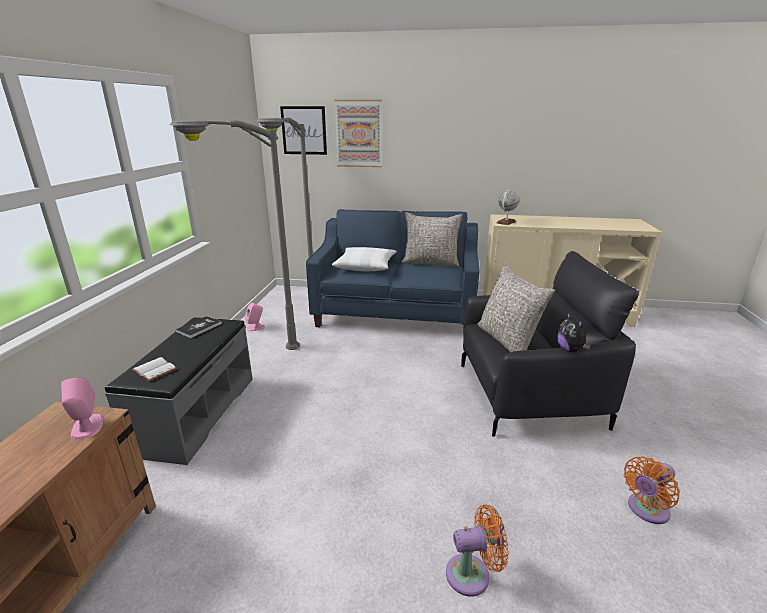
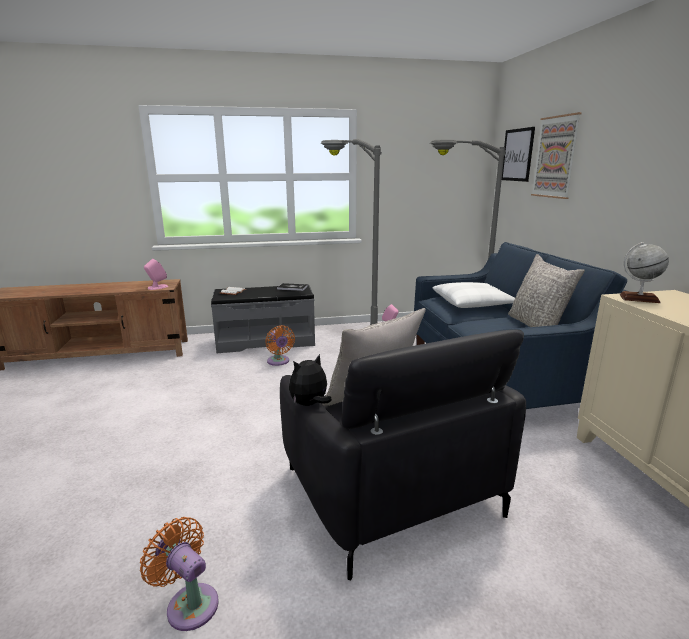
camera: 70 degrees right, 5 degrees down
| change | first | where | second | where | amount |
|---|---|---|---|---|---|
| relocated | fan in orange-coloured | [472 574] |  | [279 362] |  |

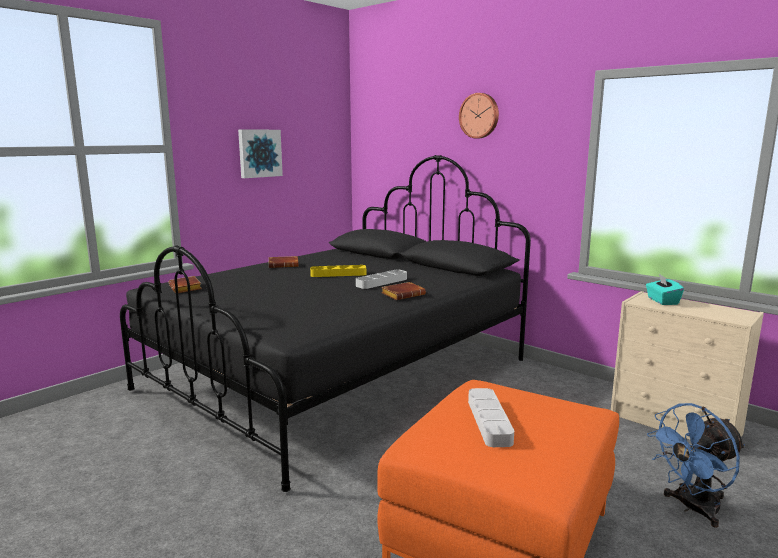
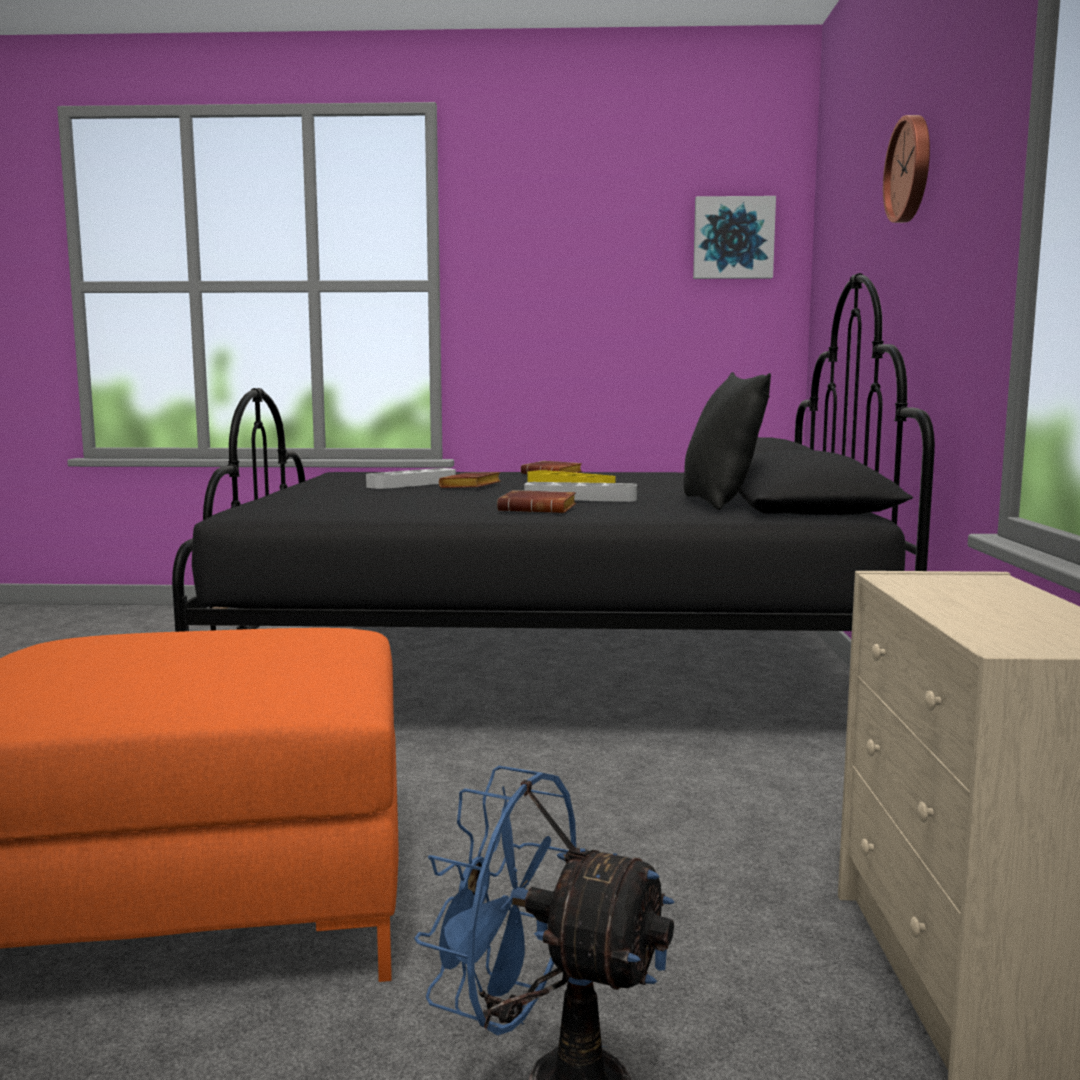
camera: 50 degrees right, 5 degrees down
| change | first | where | second | where | amount |
|---|---|---|---|---|---|
| relocated | volume in brownish | [186 288] |  | [471 487] |  |
| relocated | wall art | [259 153] |  | [733 238] |  |
| relocated | serving tray in grey | [489 421] |  | [412 484] |  |
| missing | tissue holder in turquoise-coloured | [662 301] |  |  |  |
| appeared |  |  | pillow in black | [718 503] |  |

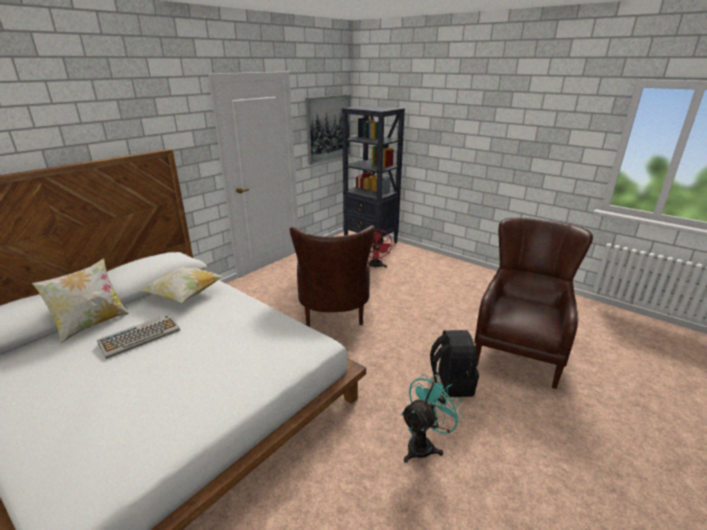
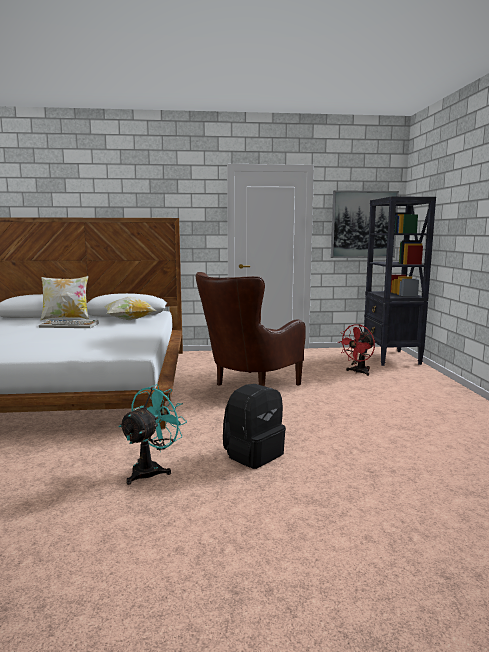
camera: 45 degrees right, 15 degrees down
| change | first | where | second | where | amount |
|---|---|---|---|---|---|
| spun | fan in turquoise-coloured | [424 444] |  | [151 469] | 60 degrees counterclockwise |
| missing | armchair in brownish | [518 350] |  |  |  |

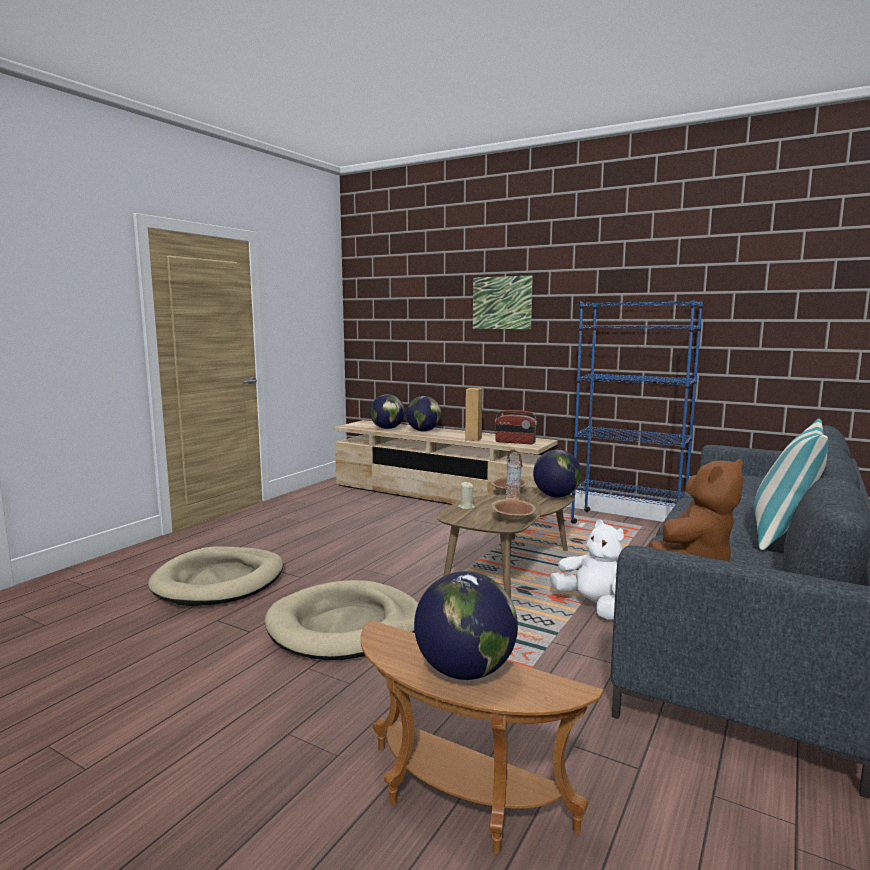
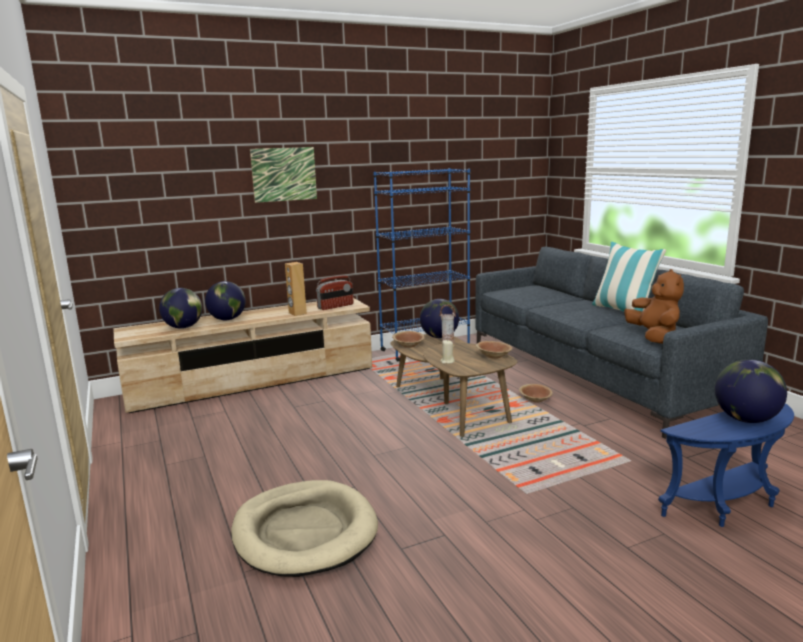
camera: 55 degrees left, 5 degrees up
| change | first | where | second | where | amount |
|---|---|---|---|---|---|
| missing | dog cushion in beige | [346 626] |  |  |  |
| colour | accent table in brownish | [458 803] | accent table in blue | [728 505] |  |
| exchanged | plush toy in white | [593 606] | deep dish in brownish | [535 400] |  |

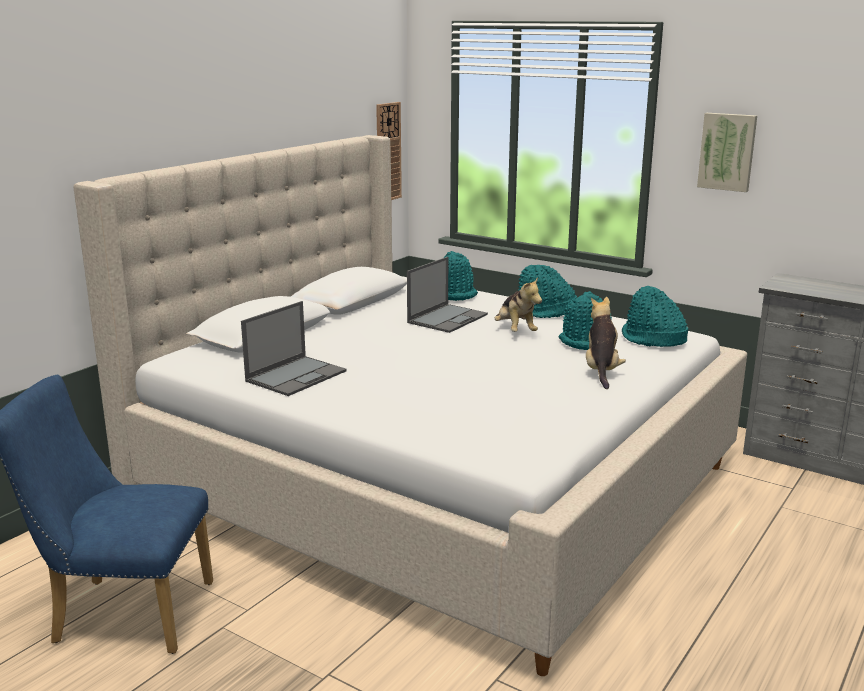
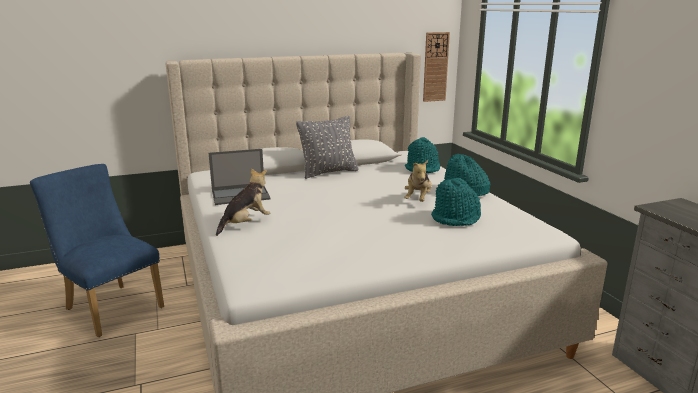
camera: 35 degrees right, 0 degrees up
| change | first | where | second | where | amount |
|---|---|---|---|---|---|
| missing | portable computer | [448 318] |  |  |  |
| relocated | plush toy | [601 371] |  | [245 224] |  |
| missing | wearable hat in turquoise-coloured | [652 339] |  |  |  |
| missing | wall art | [727 151] |  |  |  |
| appeared |  |  | pillow in grey | [328 172] |  |

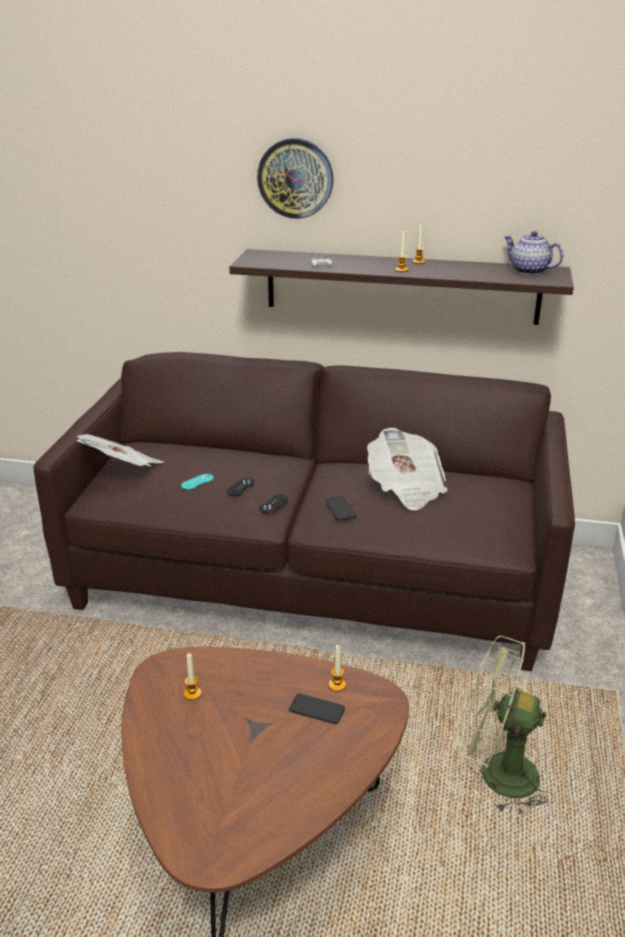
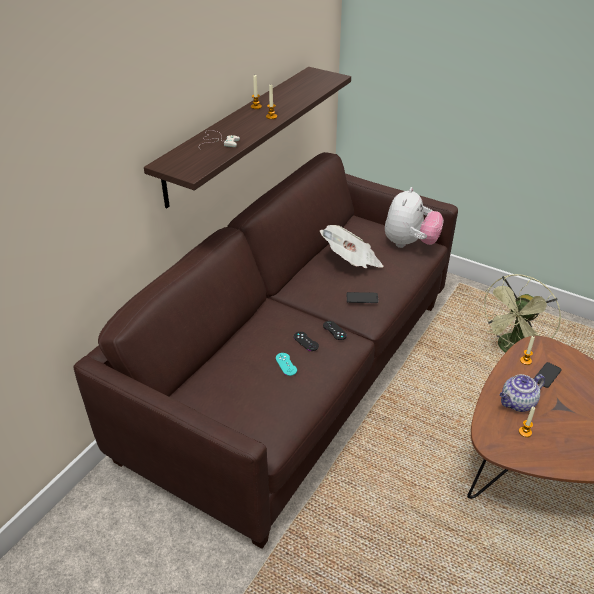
camera: 70 degrees left, 10 degrees up
| change | first | where | second | where | amount |
|---|---|---|---|---|---|
| missing | newspaper | [122 470] |  |  |  |
| missing | clock on the wall | [295 178] |  |  |  |
| relocated | teapot | [528 271] |  | [517 403] |  |
| appeared |  |  | plush toy | [409 243] |  |

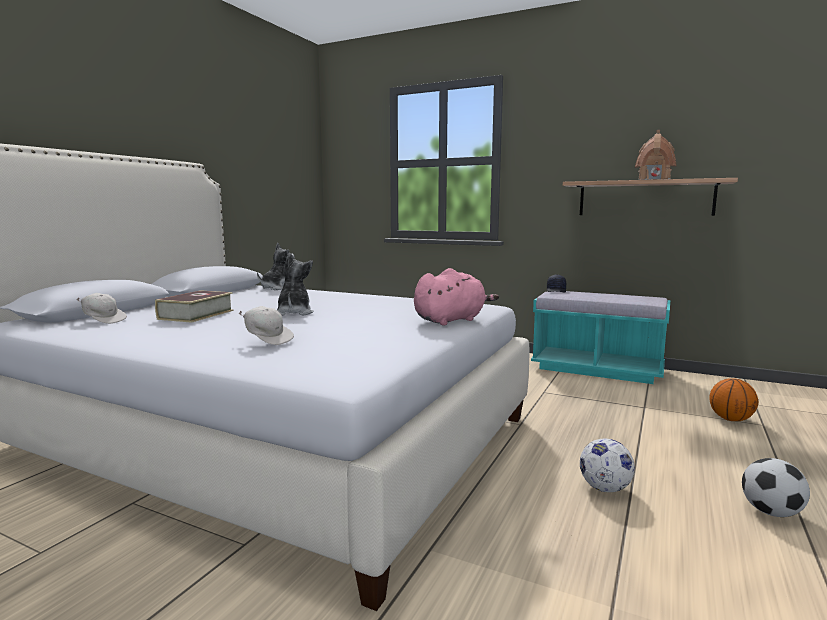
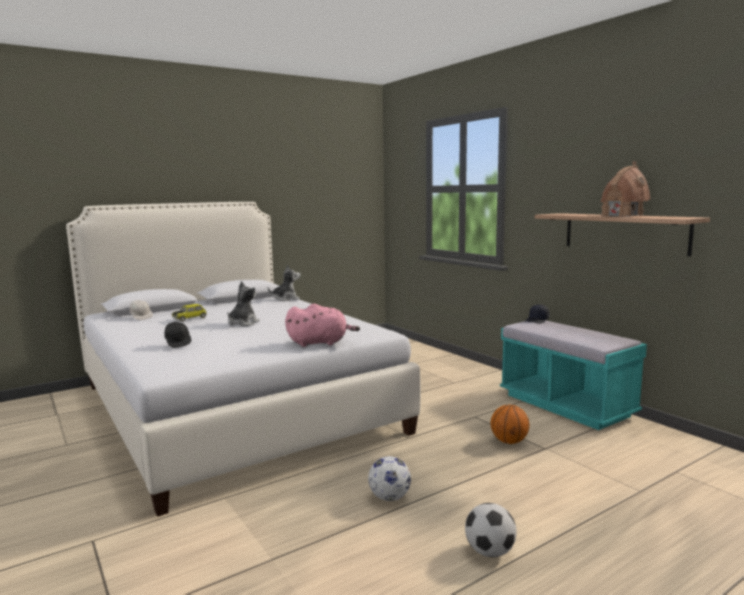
camera: 30 degrees right, 0 degrees up
| change | first | where | second | where | amount |
|---|---|---|---|---|---|
| exchanged | volume | [196 315] | miniature car | [189 318] |  |
| colour | peaked cap in white | [268 339] | peaked cap in black | [178 343] |  |
| relocated | basketball | [730 419] |  | [509 441] |  |

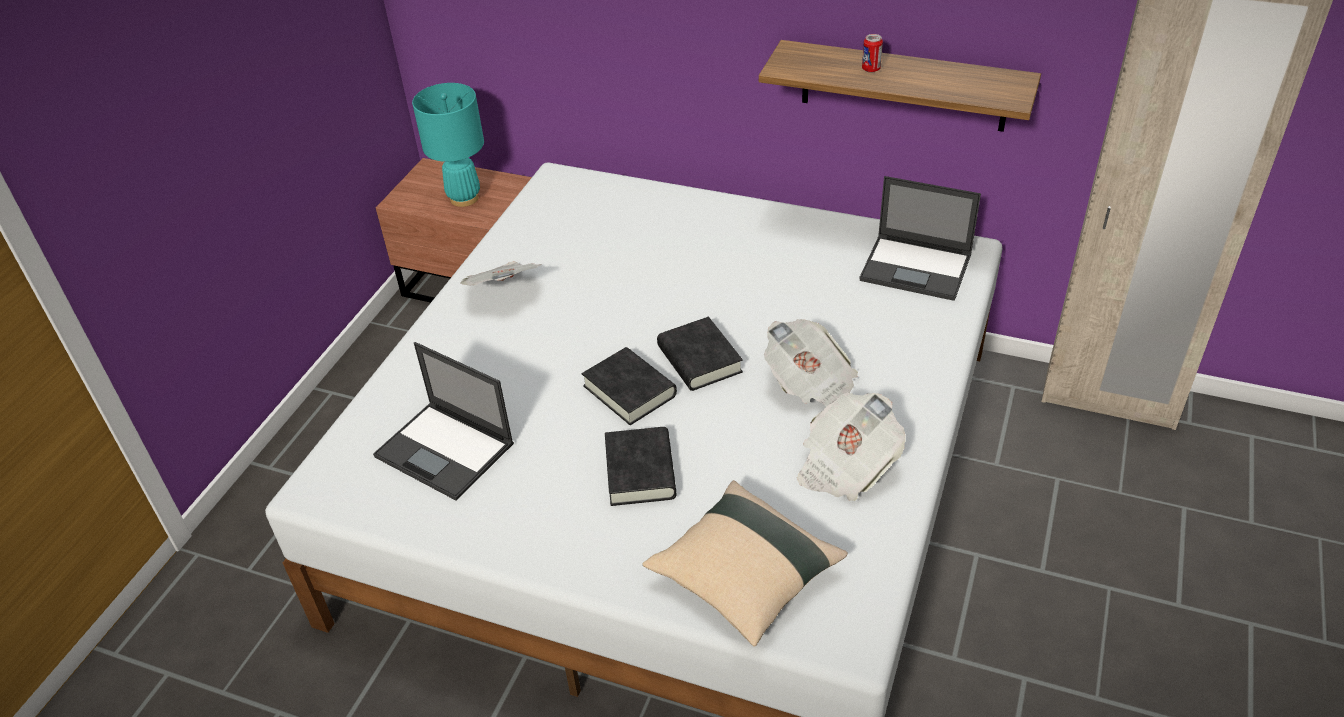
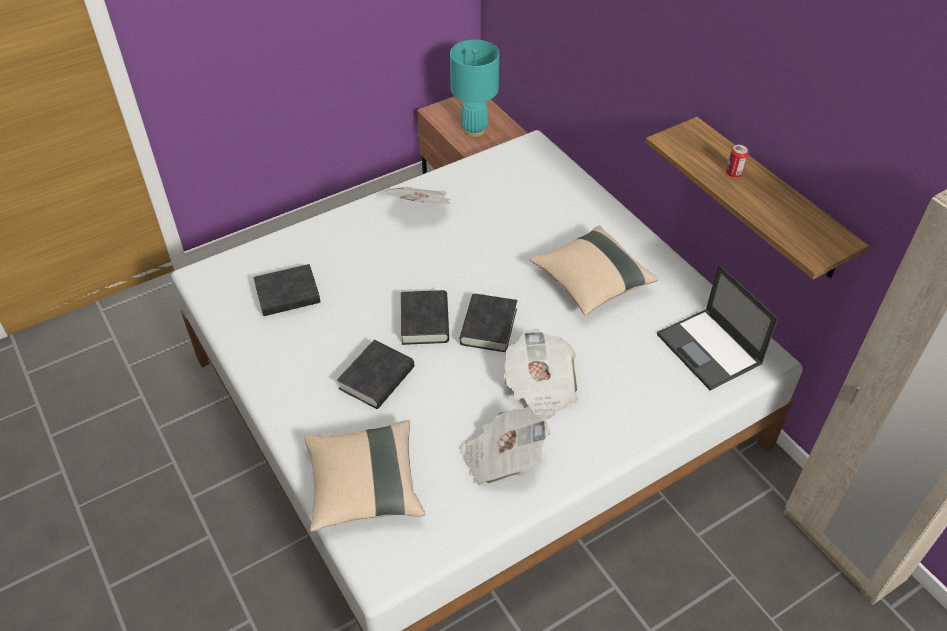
camera: 35 degrees right, 5 degrees up
| change | first | where | second | where | amount |
|---|---|---|---|---|---|
| exchanged | portable computer | [446 450] | volume in black | [288 295] |  |
| appeared |  |  | pillow in beige | [591 283] |  |

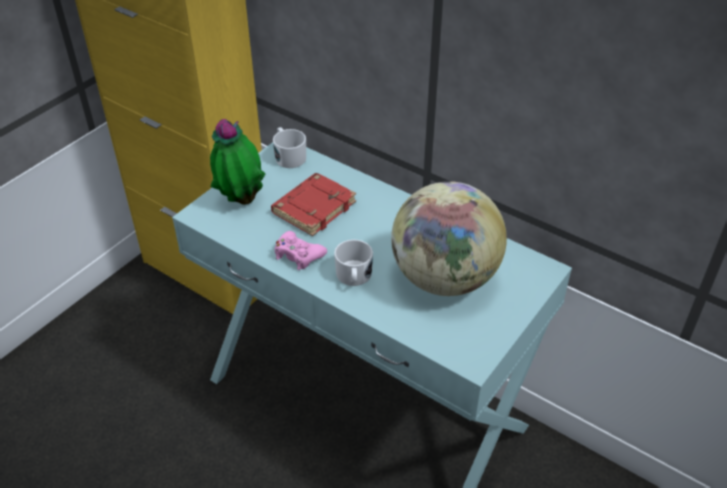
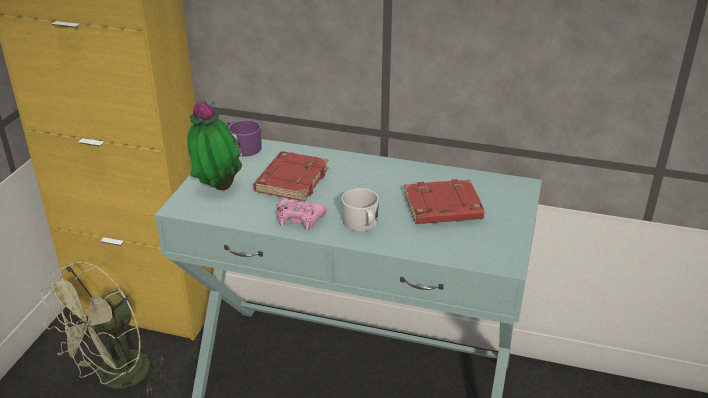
camera: 20 degrees left, 10 degrees down
| change | first | where | second | where | amount |
|---|---|---|---|---|---|
| colour | mug in white | [289 156] | mug in purple | [243 147] |  |
| exchanged | globe | [444 278] | volume in reddish | [442 209] |  |
| appeared |  |  | fan in greenish | [116 379] |  |

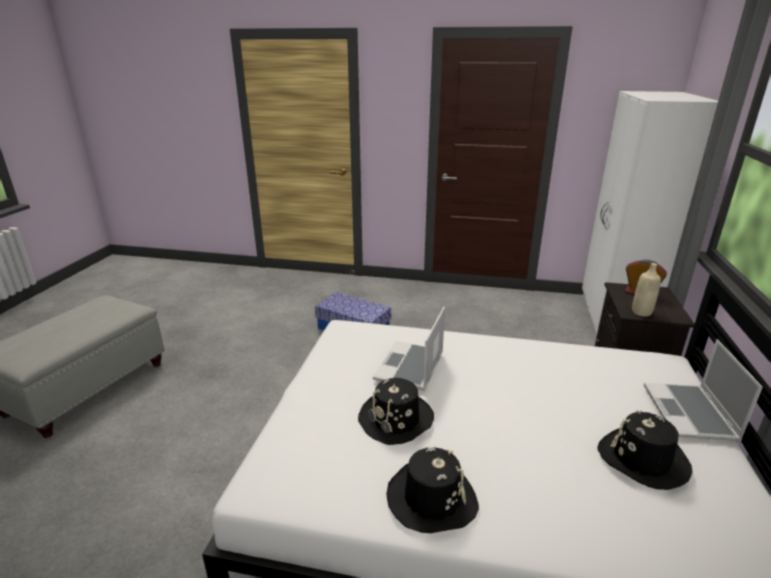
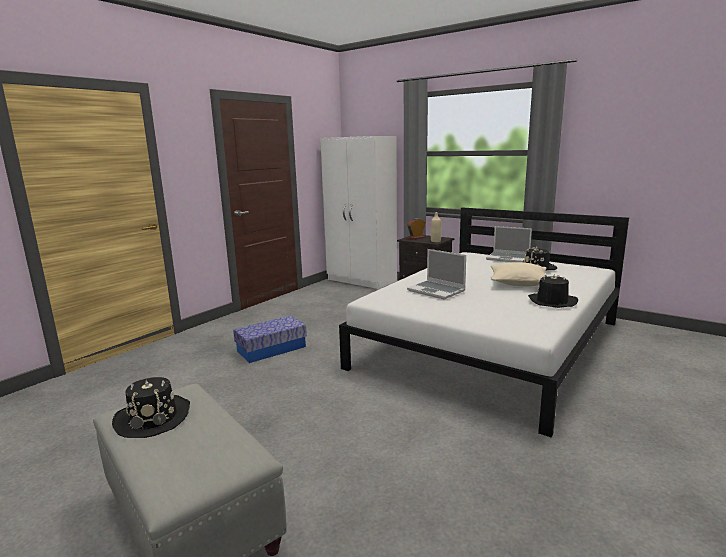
camera: 65 degrees left, 10 degrees down
| change | first | where | second | where | amount |
|---|---|---|---|---|---|
| relocated | wearable hat in black | [396 419] |  | [153 417] |  |
| appeared |  |  | pillow in beige | [519 283] |  |

